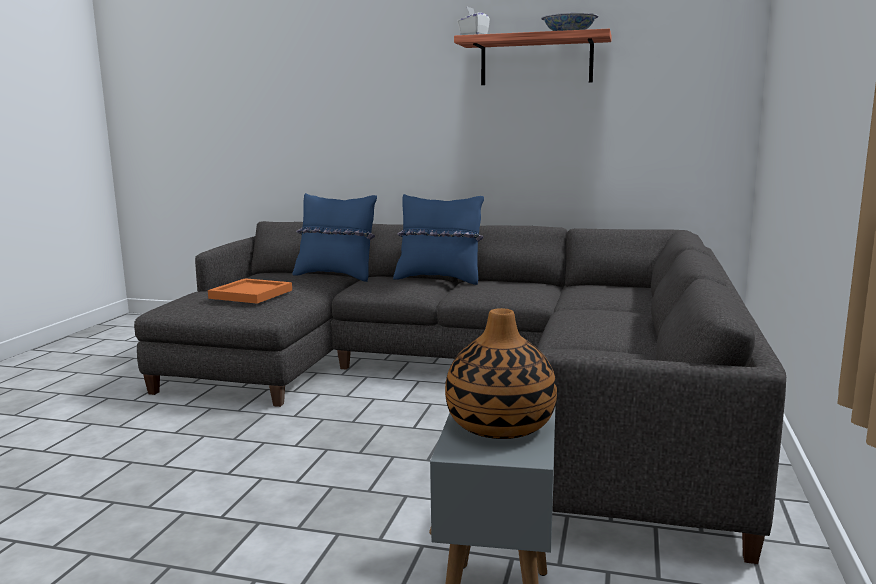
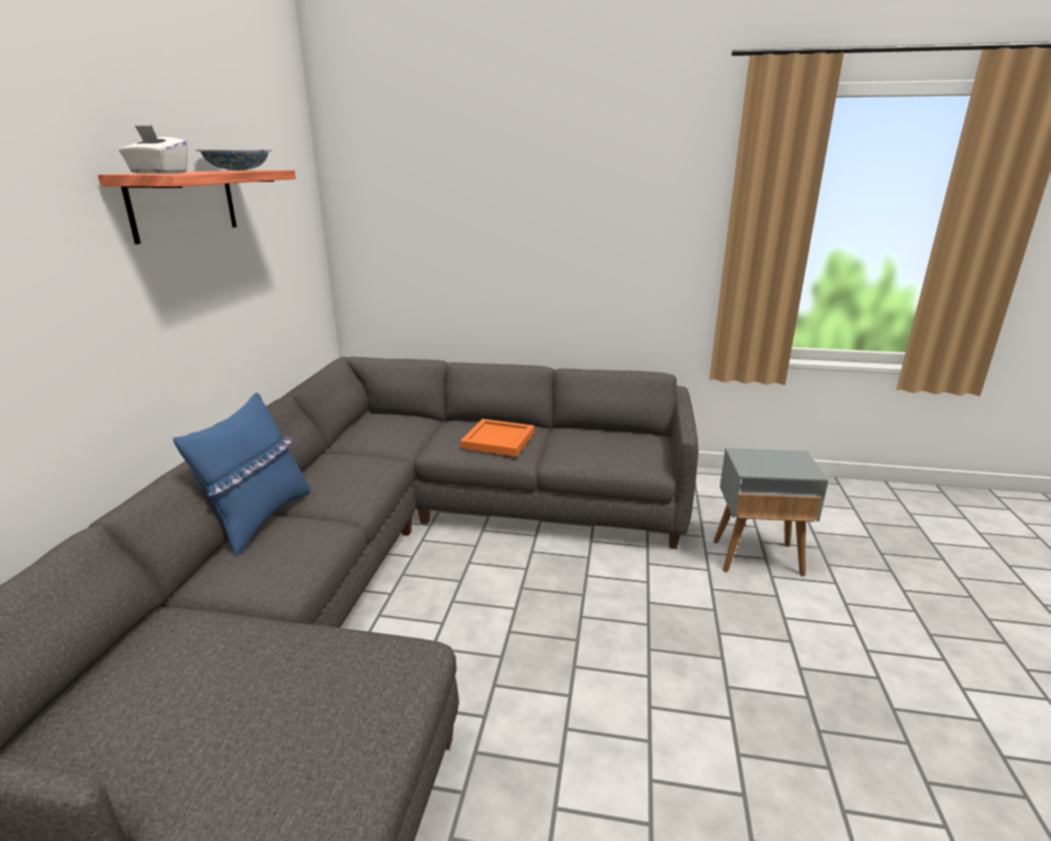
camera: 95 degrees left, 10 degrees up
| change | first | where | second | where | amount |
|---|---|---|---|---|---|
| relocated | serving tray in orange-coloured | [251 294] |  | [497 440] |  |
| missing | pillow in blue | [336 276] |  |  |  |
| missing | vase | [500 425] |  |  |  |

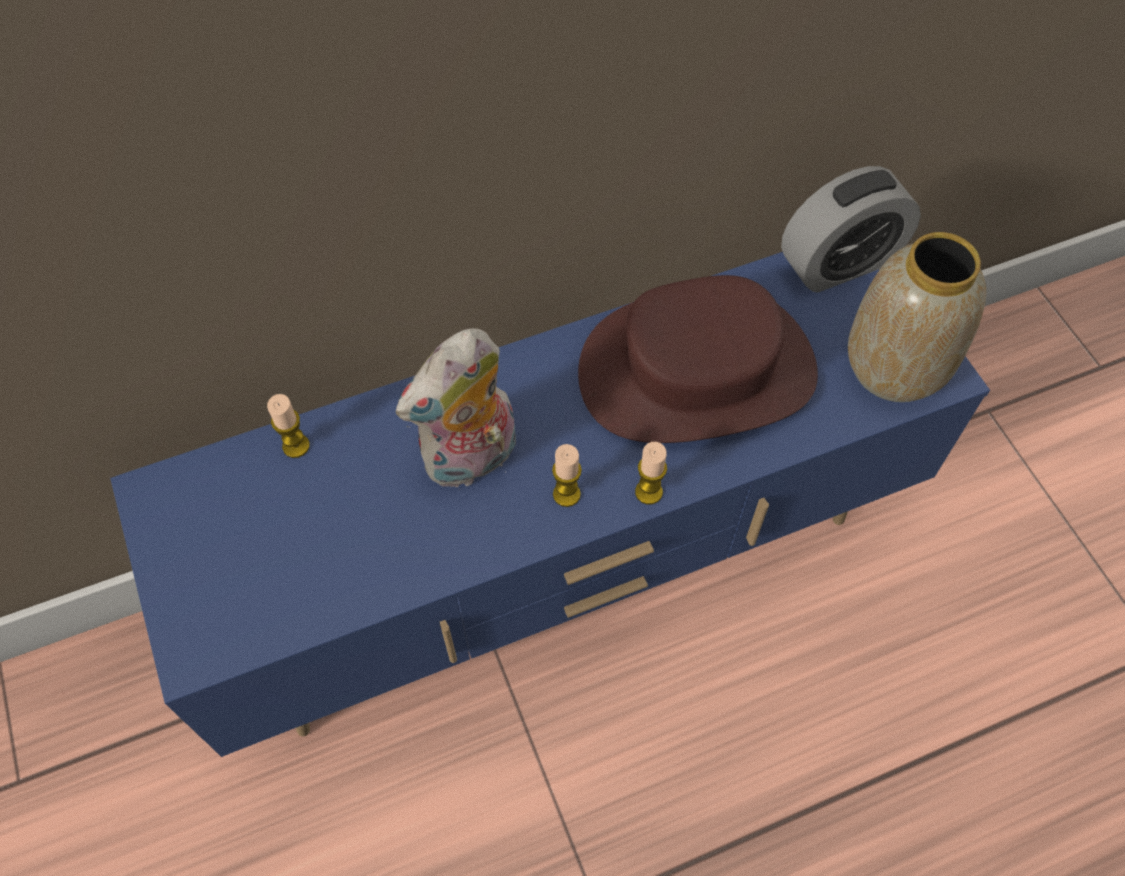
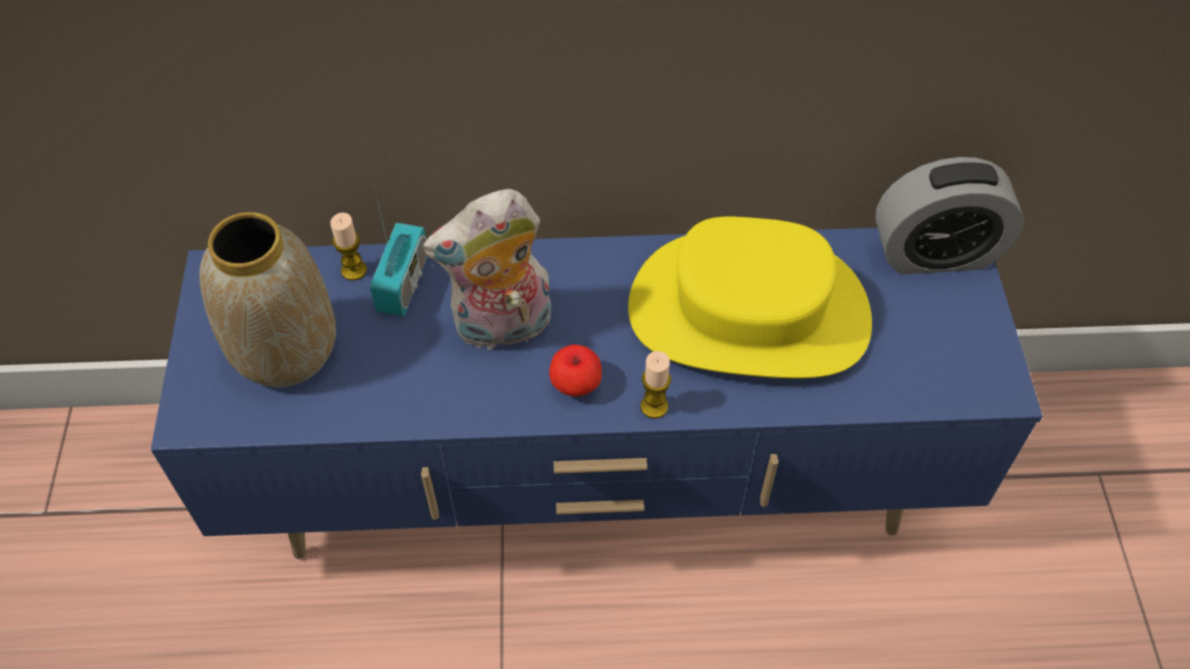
camera: 20 degrees right, 5 degrees down
| change | first | where | second | where | amount |
|---|---|---|---|---|---|
| exchanged | candle | [566 494] | apple fruit | [576 385] |  |
| colour | wearable hat in brownish | [697 372] | wearable hat in yellow | [748 313] |  |
| relocated | vase | [896 367] |  | [287 351] |  |
| appeared |  |  | radio receiver | [403 284] |  |

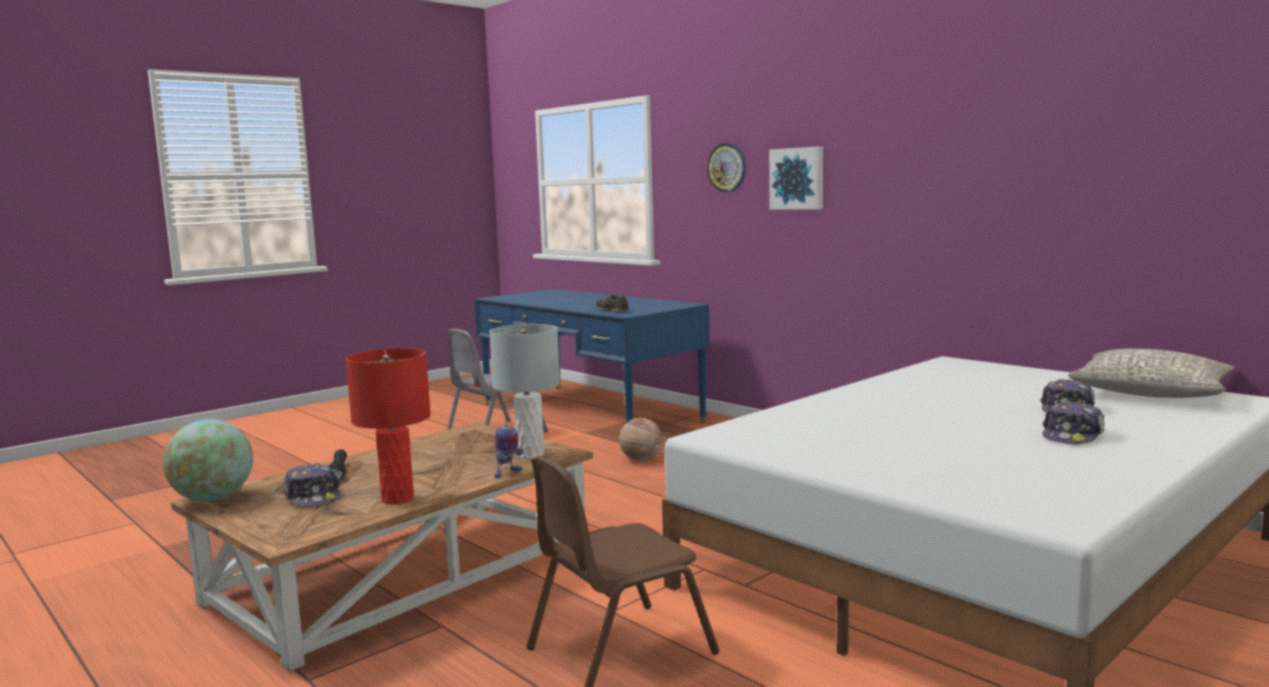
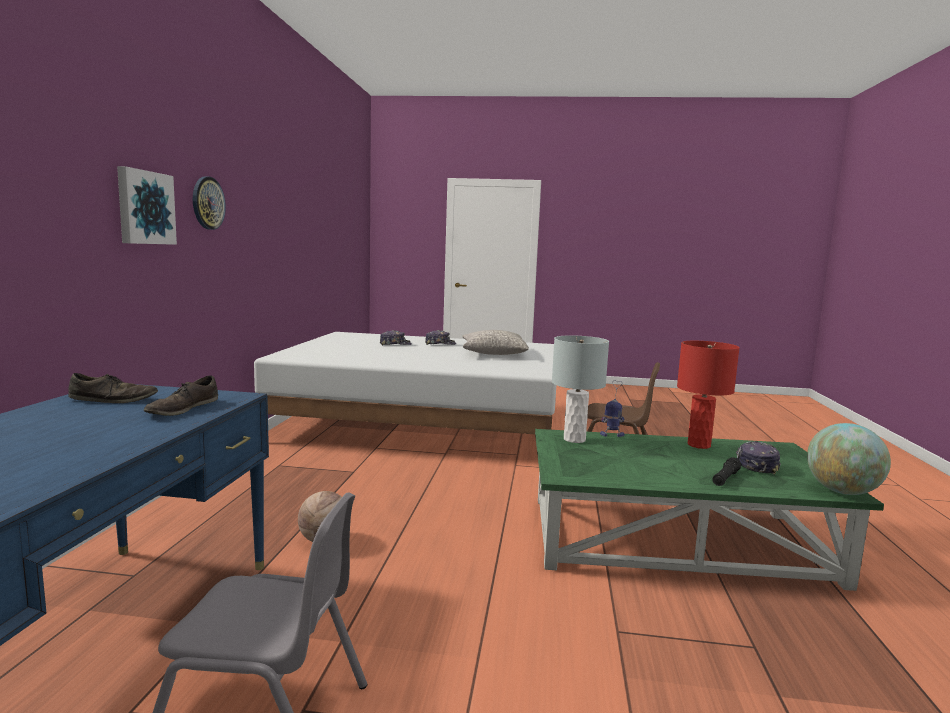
camera: 130 degrees left, 0 degrees up
| change | first | where | second | where | amount |
|---|---|---|---|---|---|
| colour | coffee table in brownish | [404 571] | coffee table in greenish | [674 540] |  |
| relocated | clock on the wall | [727 167] |  | [207 203] |  |
| relocated | pillow in grey | [1151 393] |  | [493 353] |  |
| appeared |  |  | shoe in brownish | [113 399] |  |

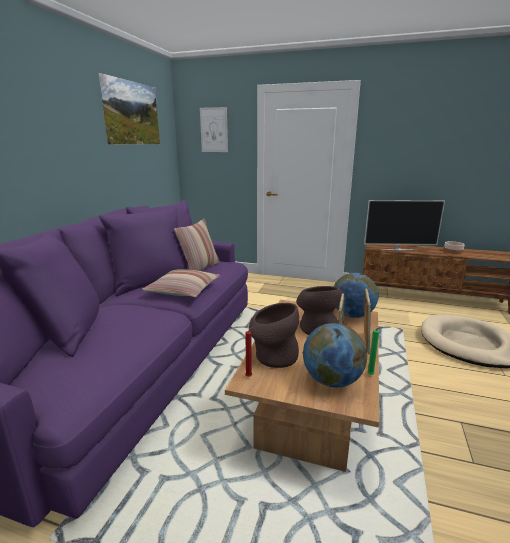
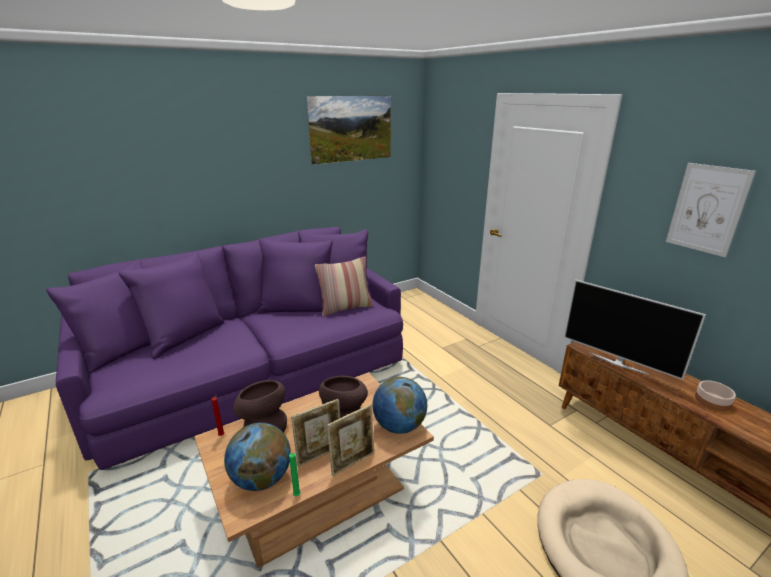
camera: 40 degrees right, 5 degrees up
| change | first | where | second | where | amount |
|---|---|---|---|---|---|
| missing | pillow | [183 290] |  |  |  |
| relocated | wall art | [214 130] |  | [707 209] |  |

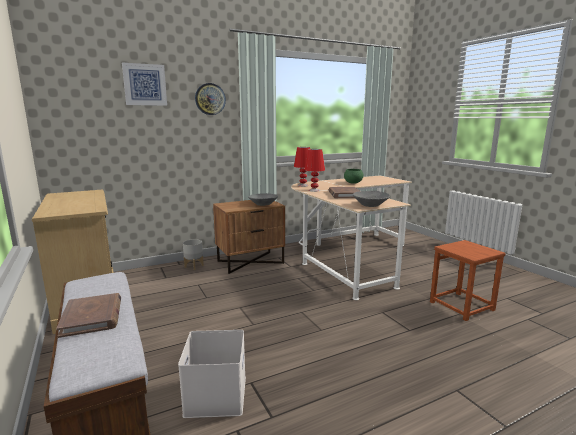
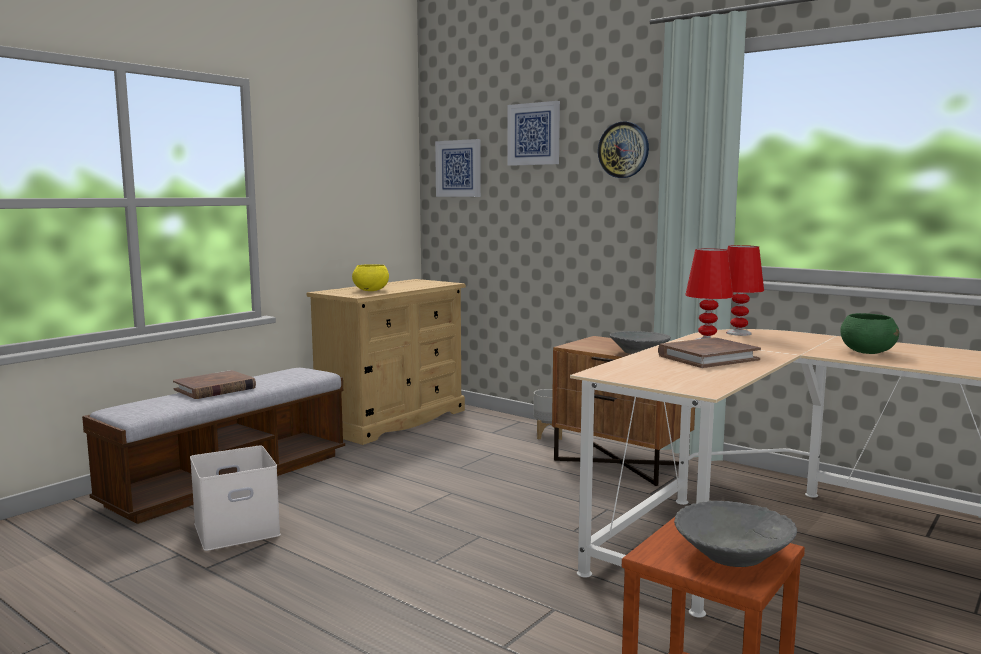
camera: 65 degrees right, 5 degrees down
| change | first | where | second | where | amount |
|---|---|---|---|---|---|
| relocated | deep dish in grey | [370 205] |  | [732 556] |  |
| appeared |  |  | deep dish in yellow | [371 290] |  |
| appeared |  |  | wall art | [459 168] |  |

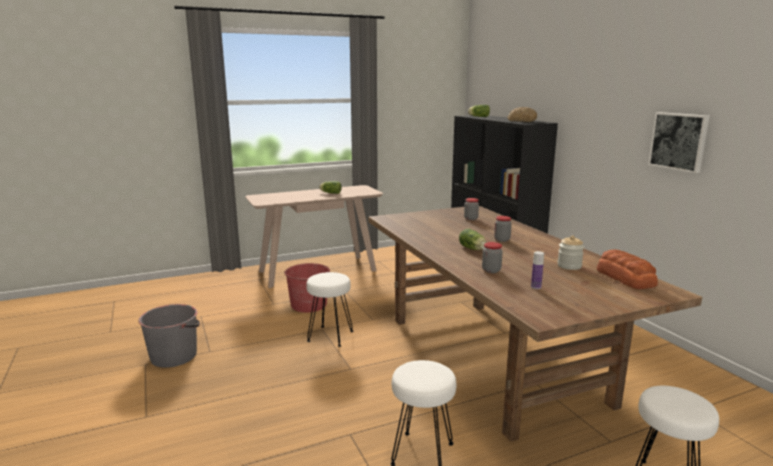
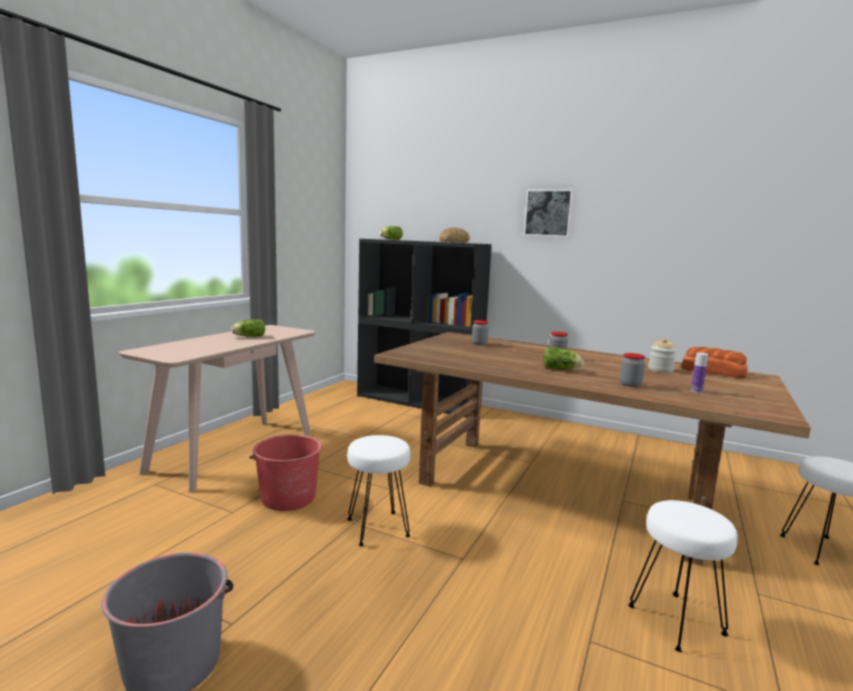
camera: 40 degrees left, 5 degrees down
| change | first | where | second | where | amount |
|---|---|---|---|---|---|
| relocated | wall art | [679 141] |  | [548 213] |  |

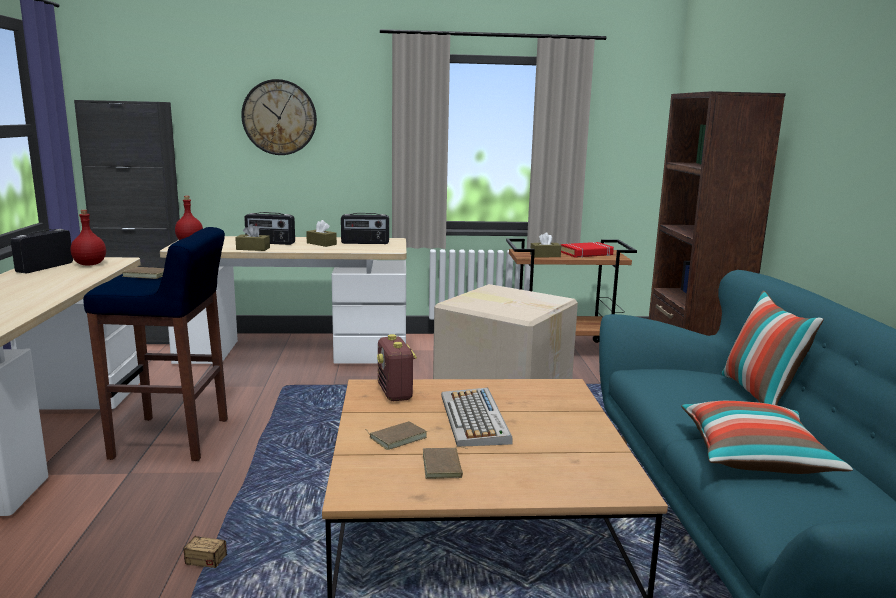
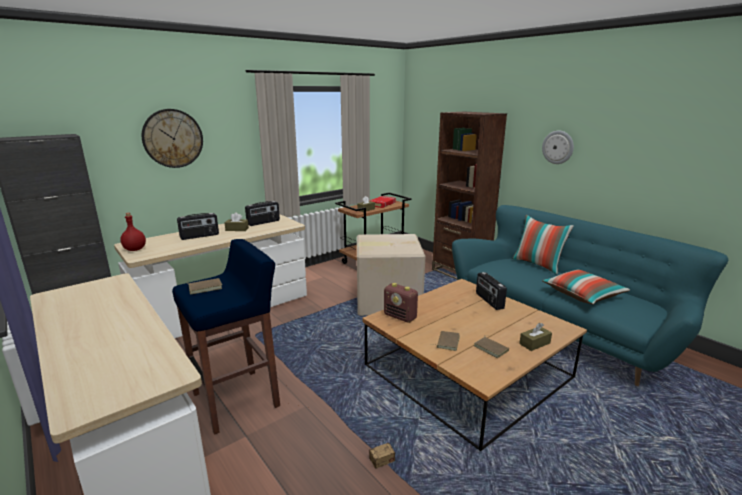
camera: 35 degrees left, 5 degrees up
| change | first | where | second | where | amount |
|---|---|---|---|---|---|
| relocated | radio receiver | [44 267] |  | [489 301] |  |
| missing | drink bottle in reddish | [89 264] |  |  |  |
| relocated | tissue holder in brownish | [253 249] |  | [534 343] |  |
| missing | computer keyboard | [475 419] |  |  |  |
| appeared |  |  | clock on the wall | [558 147] |  |

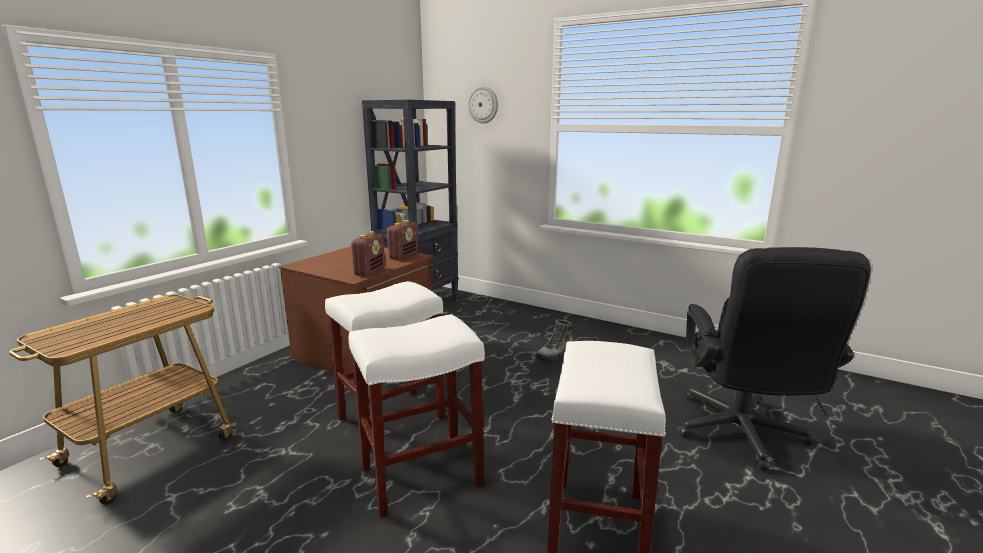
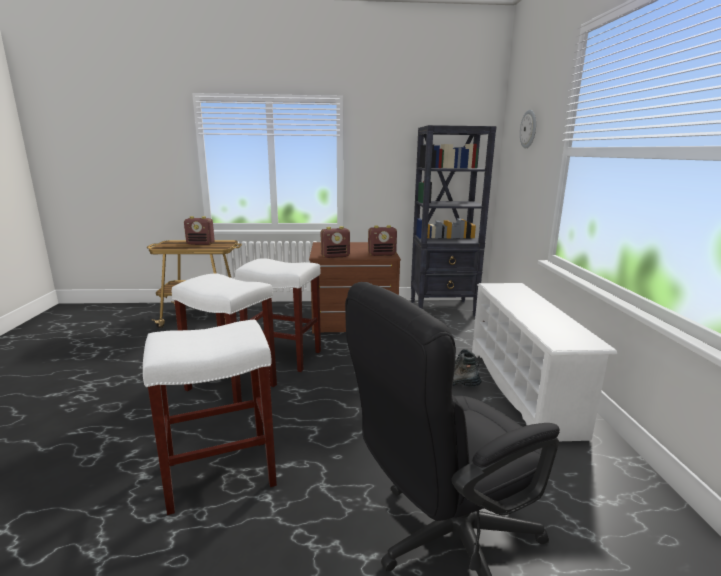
camera: 55 degrees right, 0 degrees up
| change | first | where | second | where | amount |
|---|---|---|---|---|---|
| appeared |  |  | radio receiver | [201 244] |  |
| appeared |  |  | shoe stand in white | [523 389] |  |

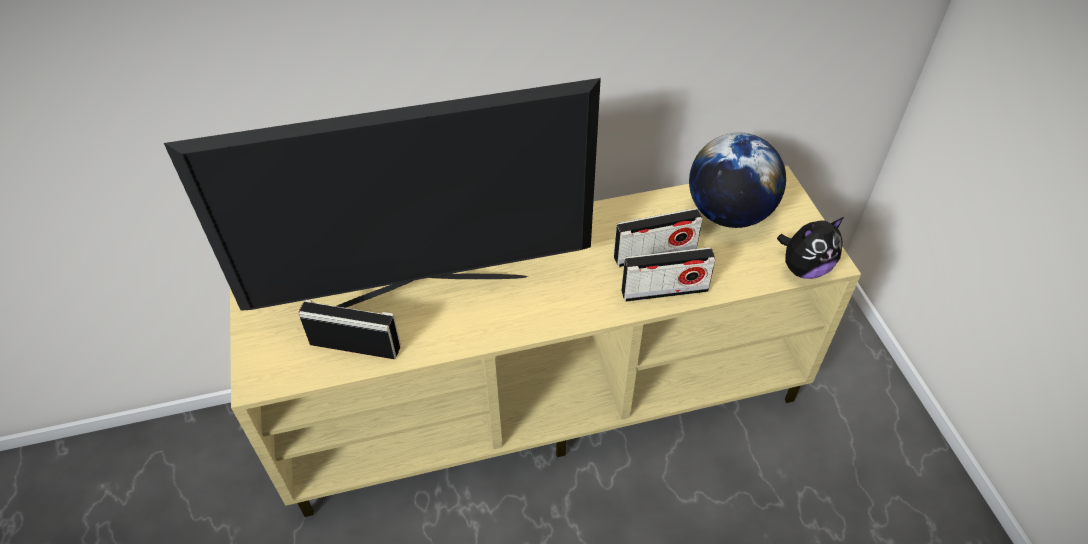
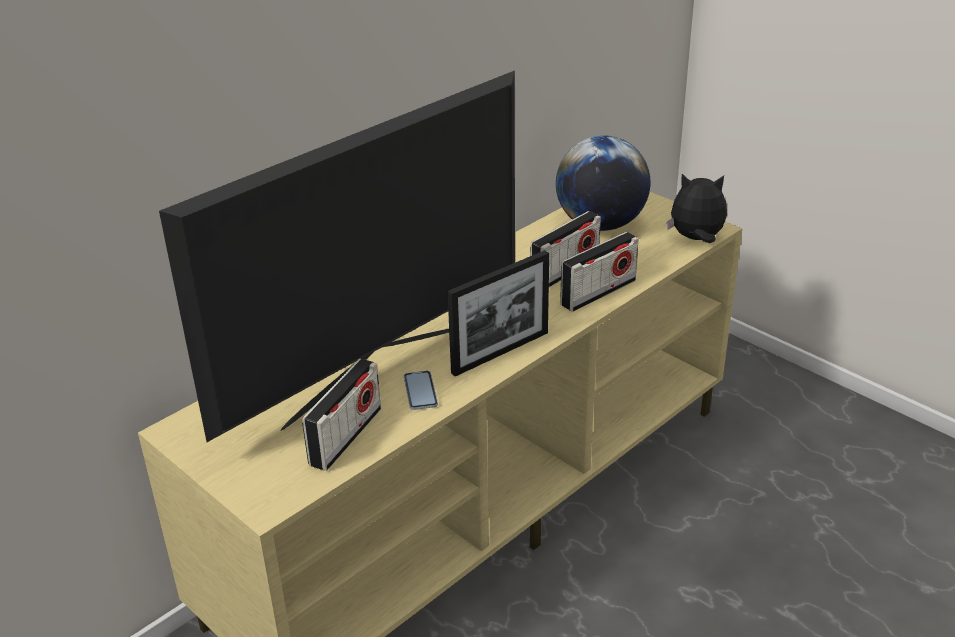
camera: 30 degrees left, 15 degrees down
| change | first | where | second | where | amount |
|---|---|---|---|---|---|
| spun | radio receiver | [355 345] |  | [345 436] | 135 degrees clockwise |
| spun | plush toy | [804 268] |  | [696 239] | 120 degrees counterclockwise |
| appeared |  |  | handset | [420 391] |  |
| appeared |  |  | standing frame | [500 352] |  |

